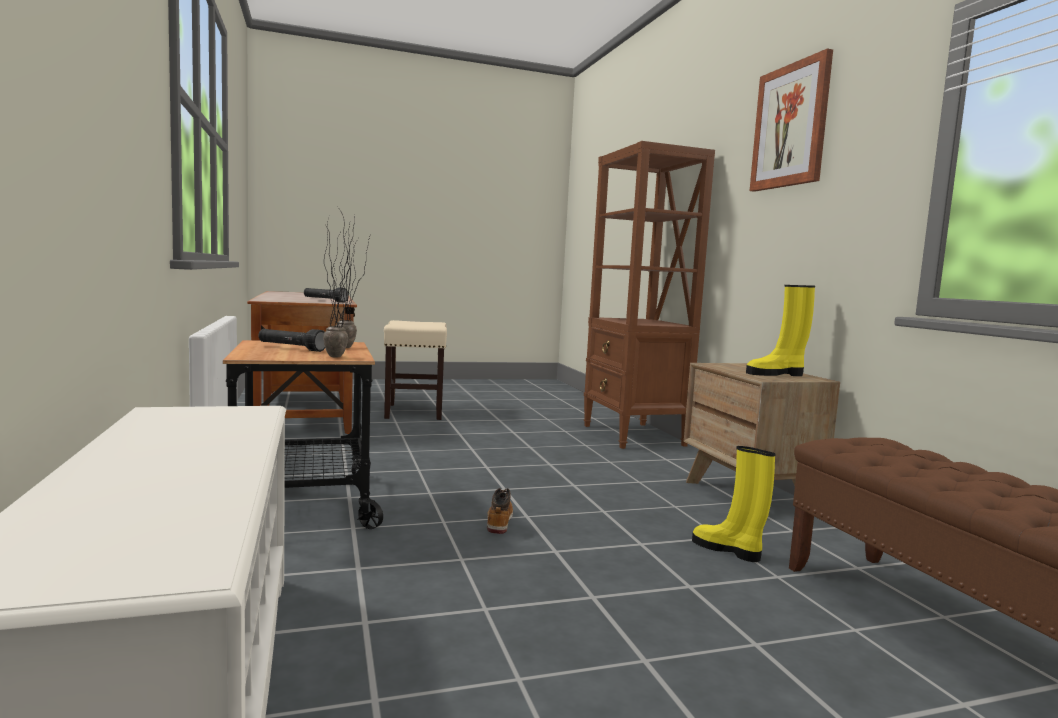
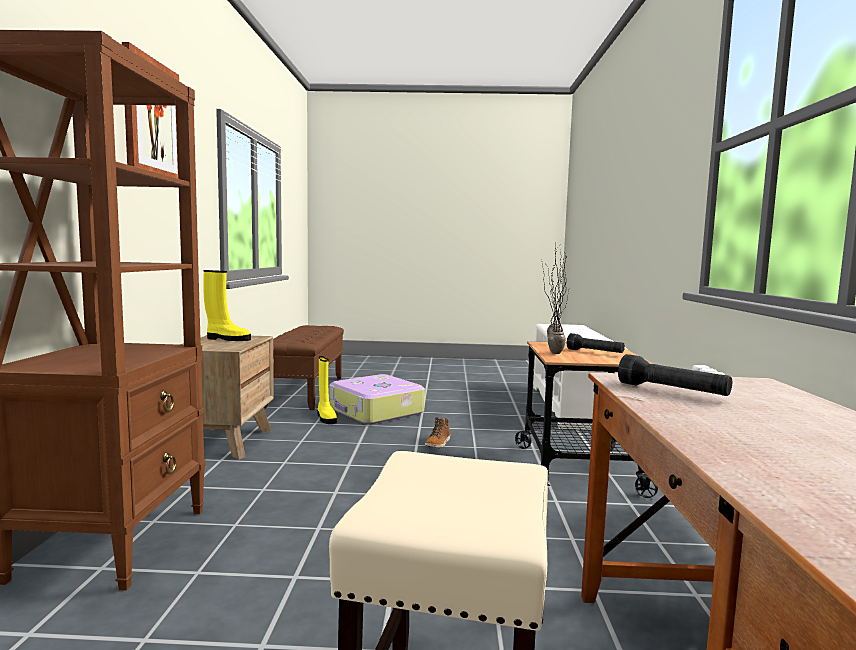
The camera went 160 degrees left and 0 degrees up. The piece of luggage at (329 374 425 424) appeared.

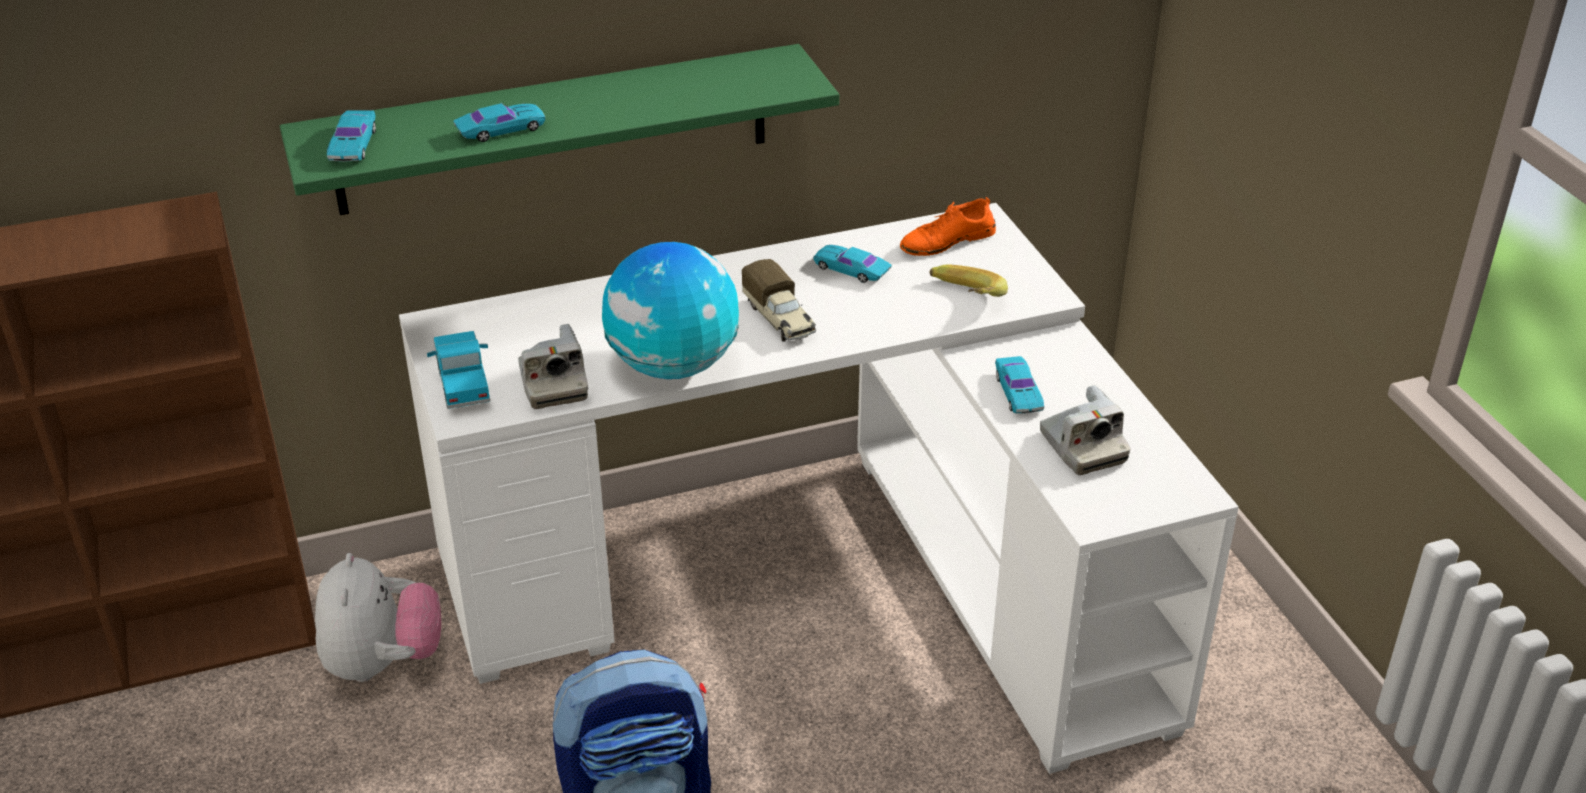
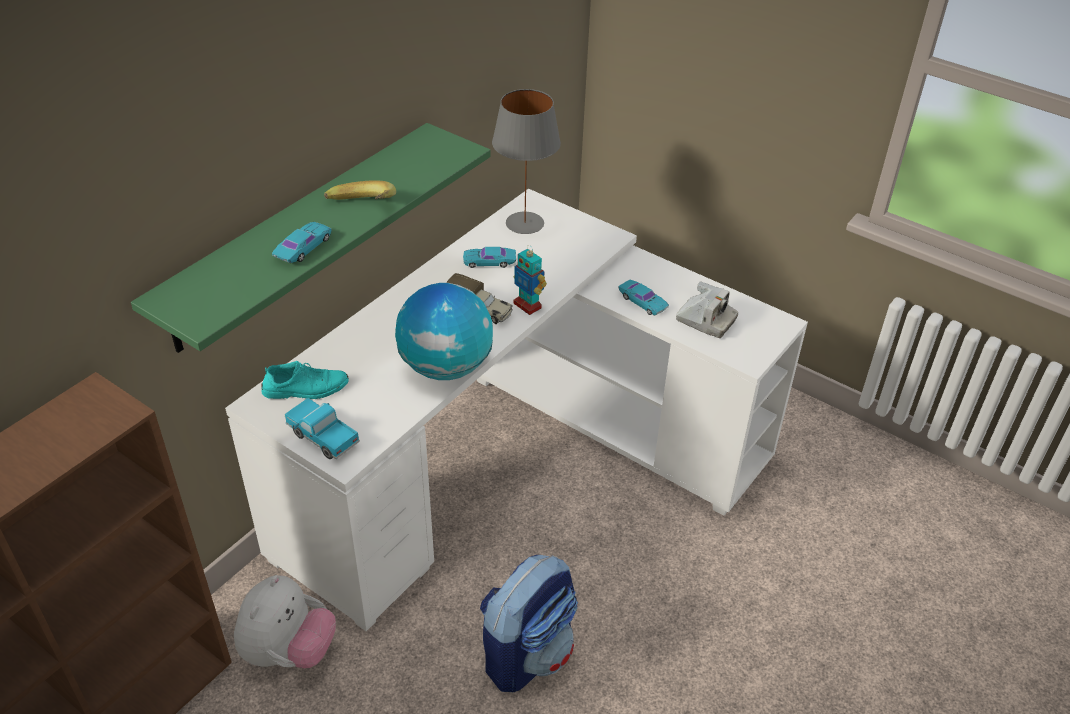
The camera went 35 degrees left and 5 degrees up. The turquoise-coloured toy car at (327 110 376 162) disappeared. The orangey shoe at (900 197 996 256) was replaced by the greyish lamp for a table at (492 89 561 234). The banana fruit moved from (930 265 1008 297) to (324 180 396 200). The photo camera at (518 324 588 409) disappeared. The soft toy at (315 553 441 682) turned 60 degrees clockwise. The robot figure at (513 245 547 315) appeared. The turquoise-coloured shoe at (261 361 349 399) appeared.

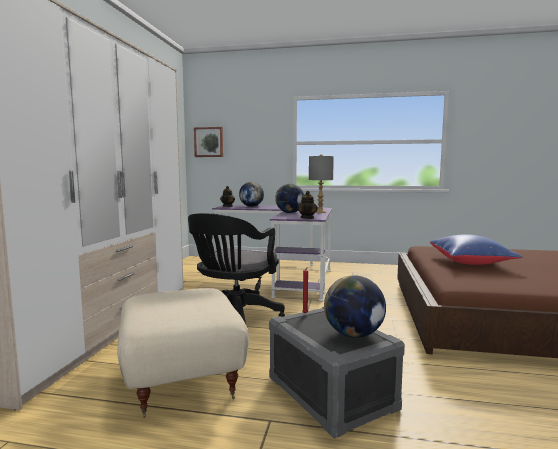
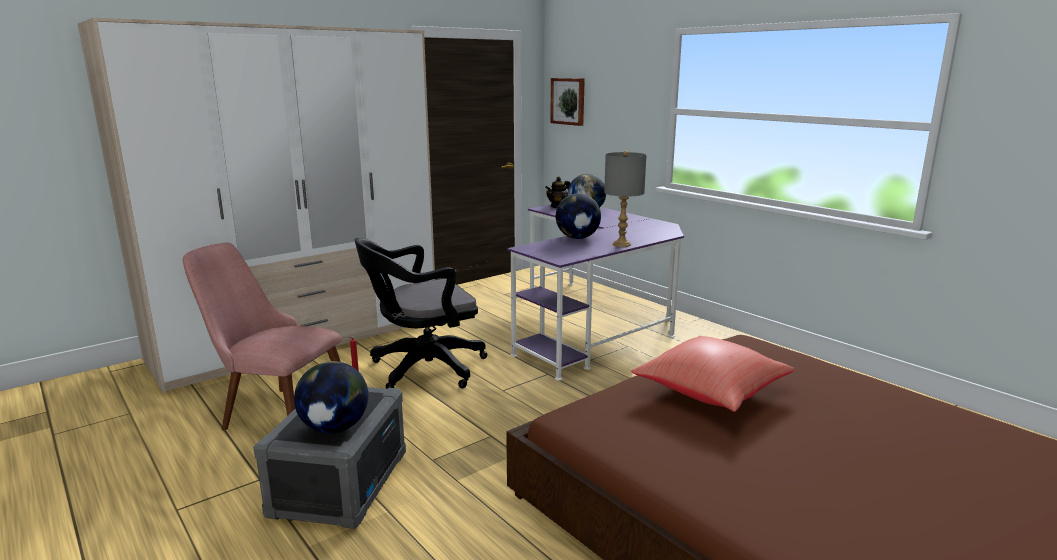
The camera went 40 degrees right and 10 degrees up. The tea pot at (297 191 318 219) disappeared. The bluish throw pillow at (430 234 522 265) became the red-coloured throw pillow at (631 336 795 412). The beige-coloured pouffe at (117 288 249 418) was replaced by the pinkish chair at (183 243 341 430).

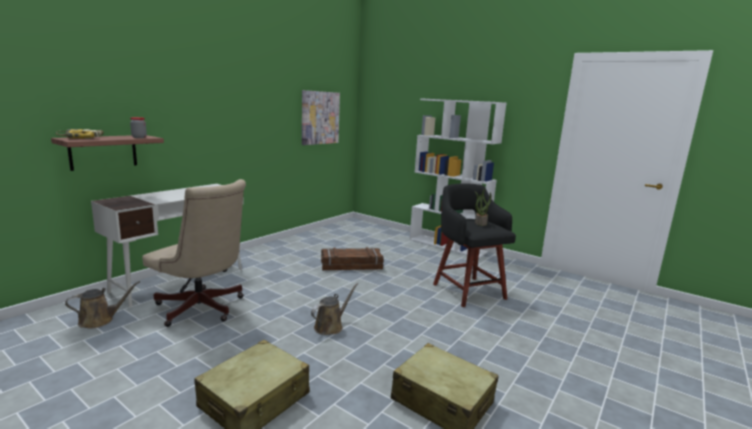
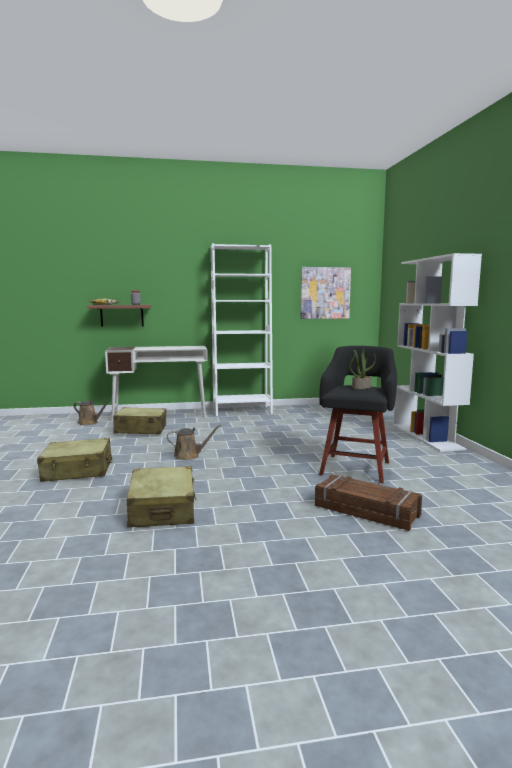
The camera went 45 degrees right and 5 degrees down. The beige-coloured office chair at (142 179 246 327) was replaced by the beige-coloured piece of luggage at (113 407 166 434). The crate moved from (321 247 384 271) to (315 475 422 531). The white bookcase at (210 243 273 416) appeared.

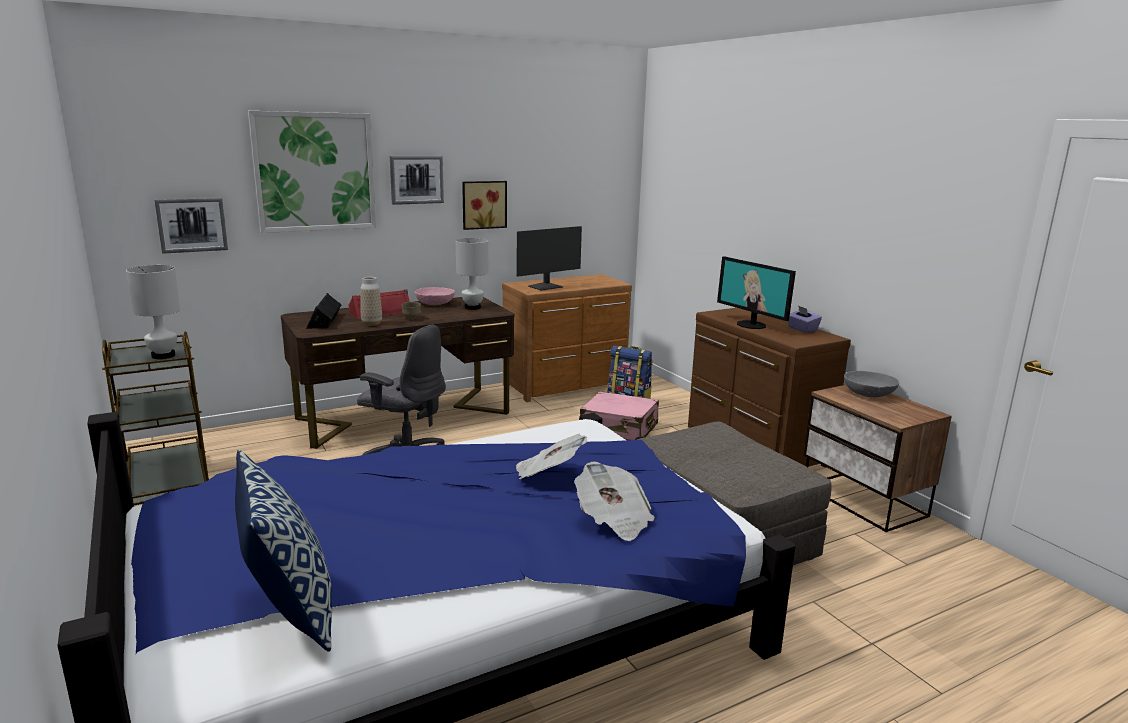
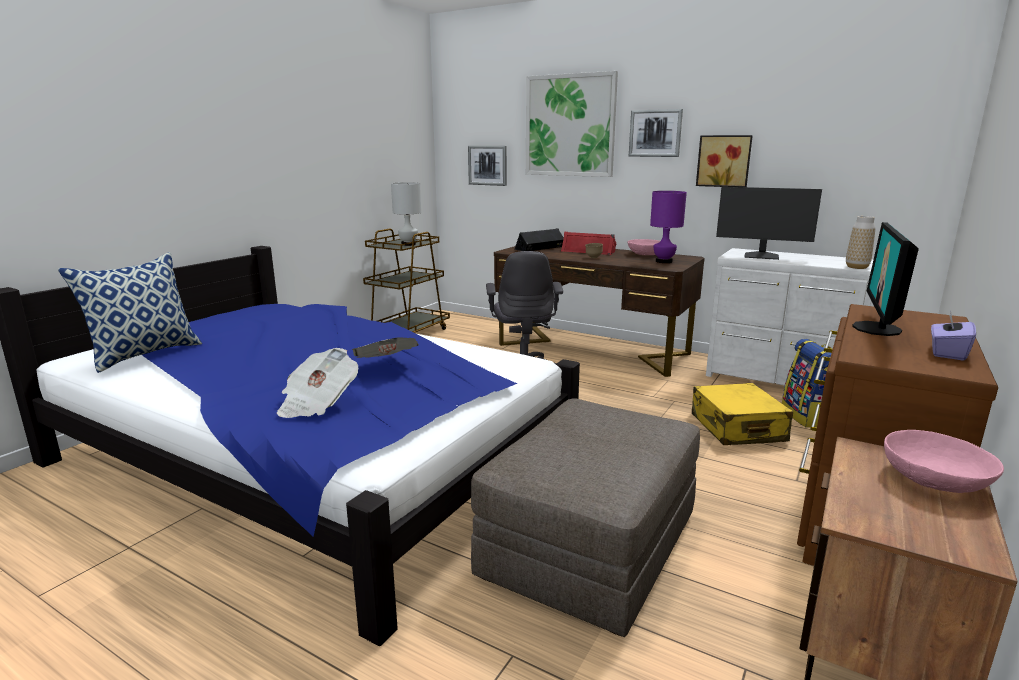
The camera went 60 degrees right and 0 degrees up. The white lamp for a table at (455 238 488 310) became the purple-coloured lamp for a table at (650 191 687 263). The brownish dresser at (502 274 632 402) became the white dresser at (706 248 873 386). The decorative vase moved from (360 277 382 326) to (846 216 875 269). The greyish serving bowl at (844 371 899 397) became the pinkish serving bowl at (884 430 1004 493). The pinkish piece of luggage at (580 392 659 440) became the yellow-coloured piece of luggage at (692 383 793 445).

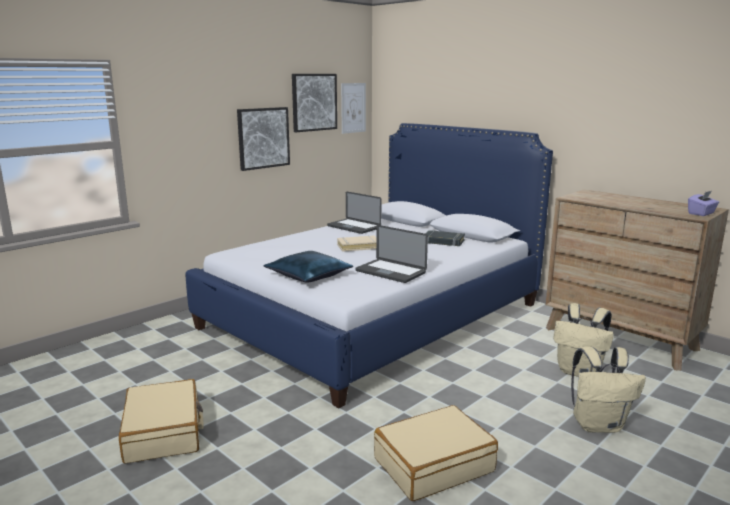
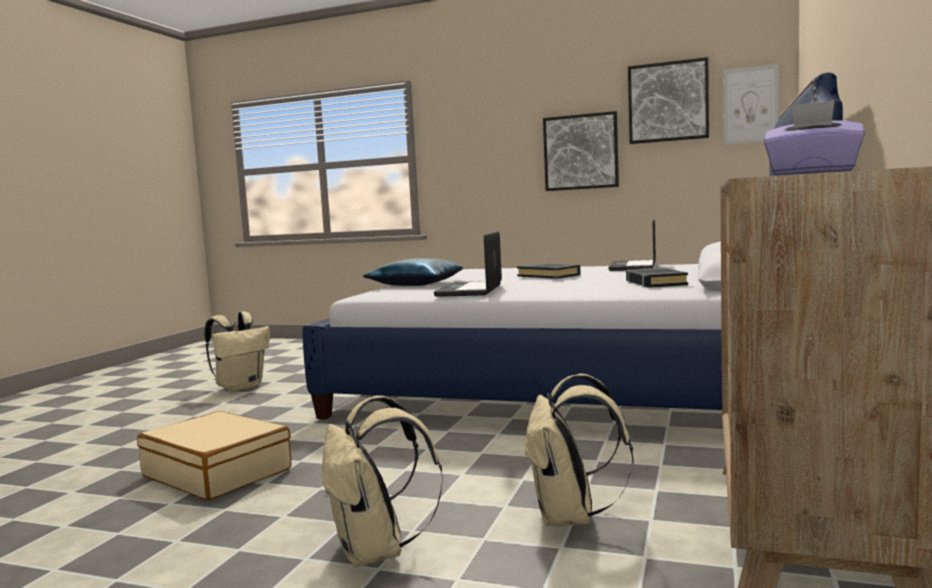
The camera went 65 degrees right and 10 degrees down. The beige-coloured bound book at (337 235 376 252) became the black bound book at (517 263 581 279). The beige-coloured piece of luggage at (119 379 203 464) was replaced by the beige-coloured knapsack at (204 312 270 392).

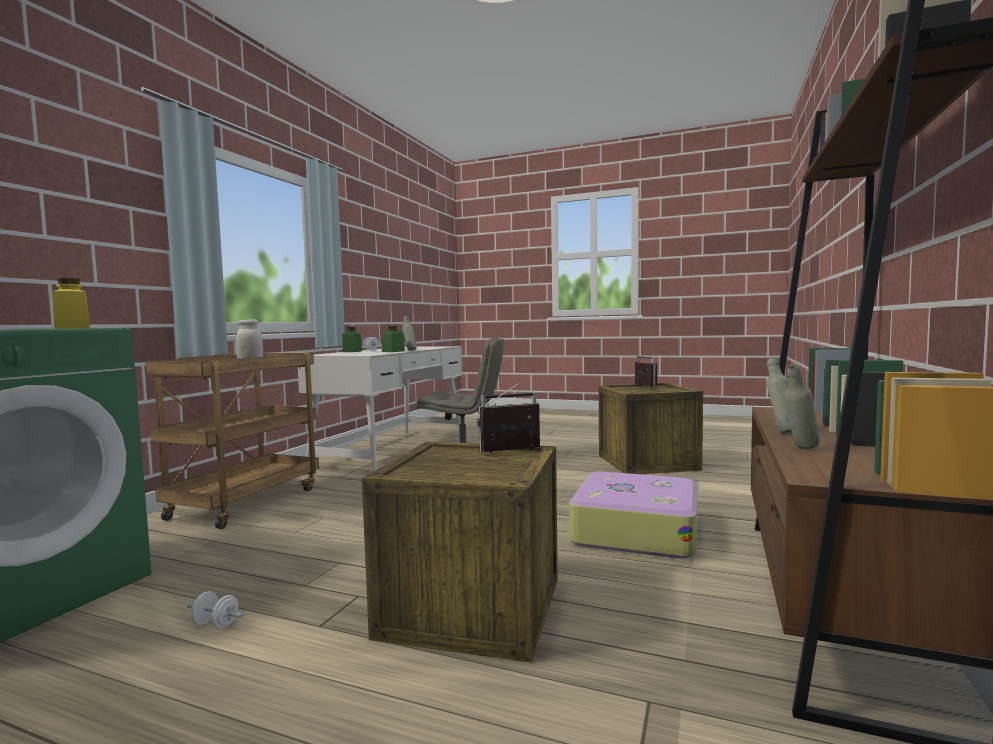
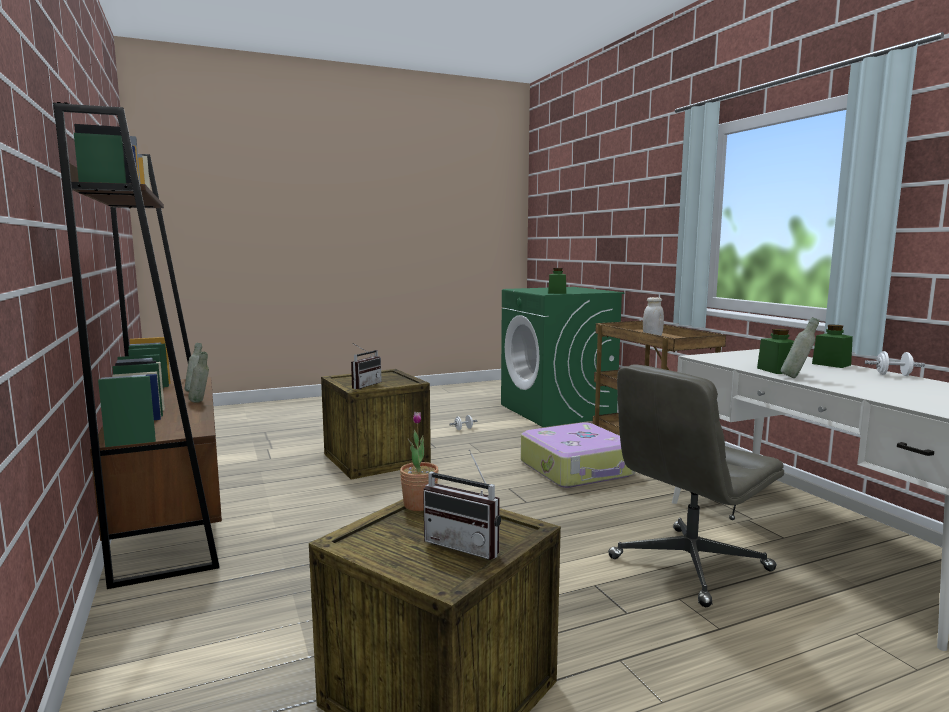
The camera went 135 degrees right and 5 degrees up. The yellow-coloured jar at (52 278 90 329) became the green jar at (548 268 566 294). The piece of luggage moved from (569 471 697 559) to (521 422 636 488). The plant in a pot at (400 412 439 511) appeared.

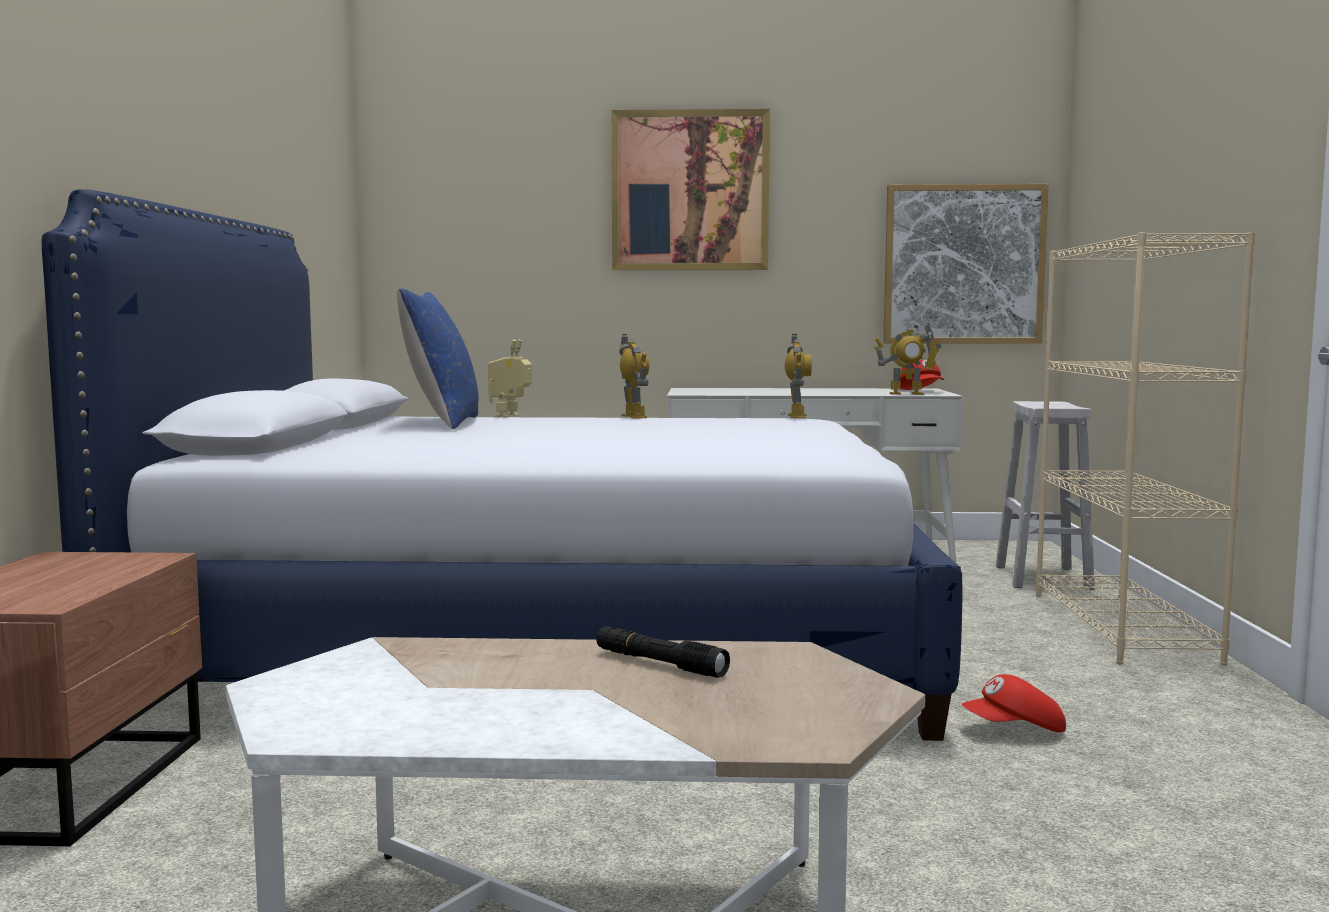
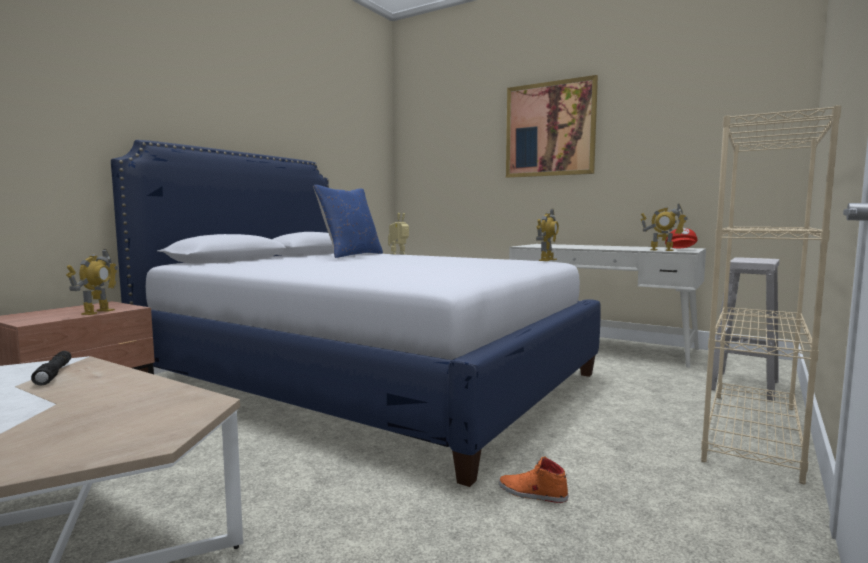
The camera went 30 degrees right and 0 degrees up. The wall art at (883 184 1048 344) disappeared. The robot figure moved from (619 334 649 419) to (66 249 118 315). The black flashlight moved from (596 626 730 678) to (31 351 71 386). The red-coloured peaked cap at (962 674 1066 732) was replaced by the orangey shoe at (499 456 569 503).

